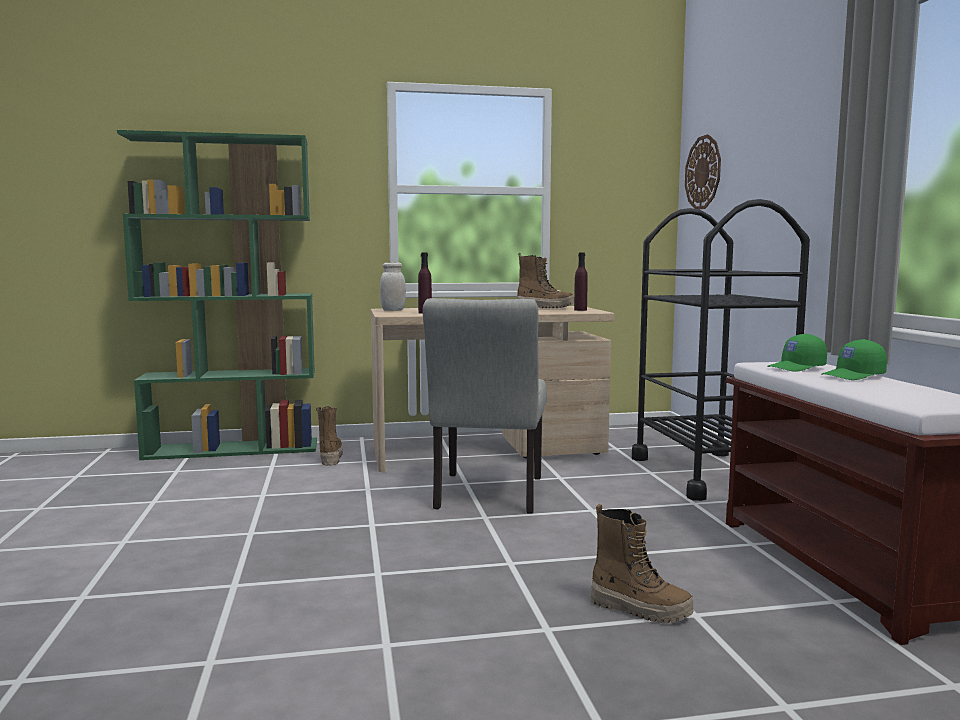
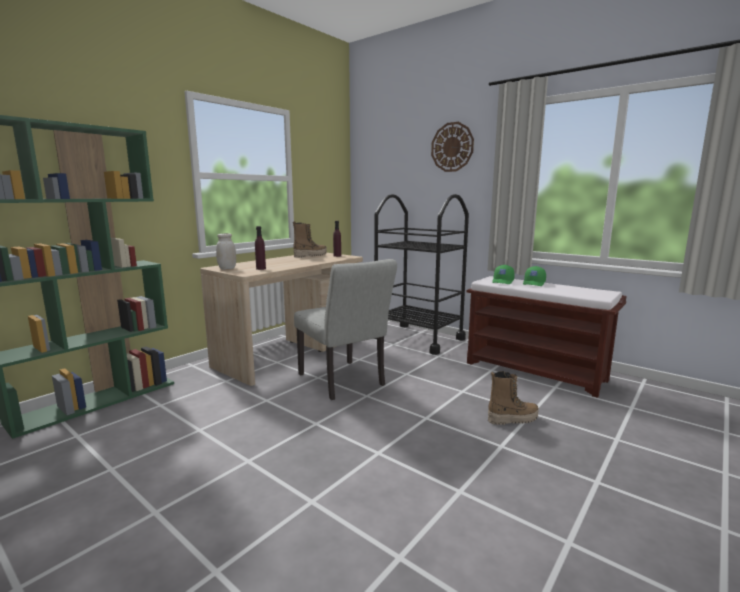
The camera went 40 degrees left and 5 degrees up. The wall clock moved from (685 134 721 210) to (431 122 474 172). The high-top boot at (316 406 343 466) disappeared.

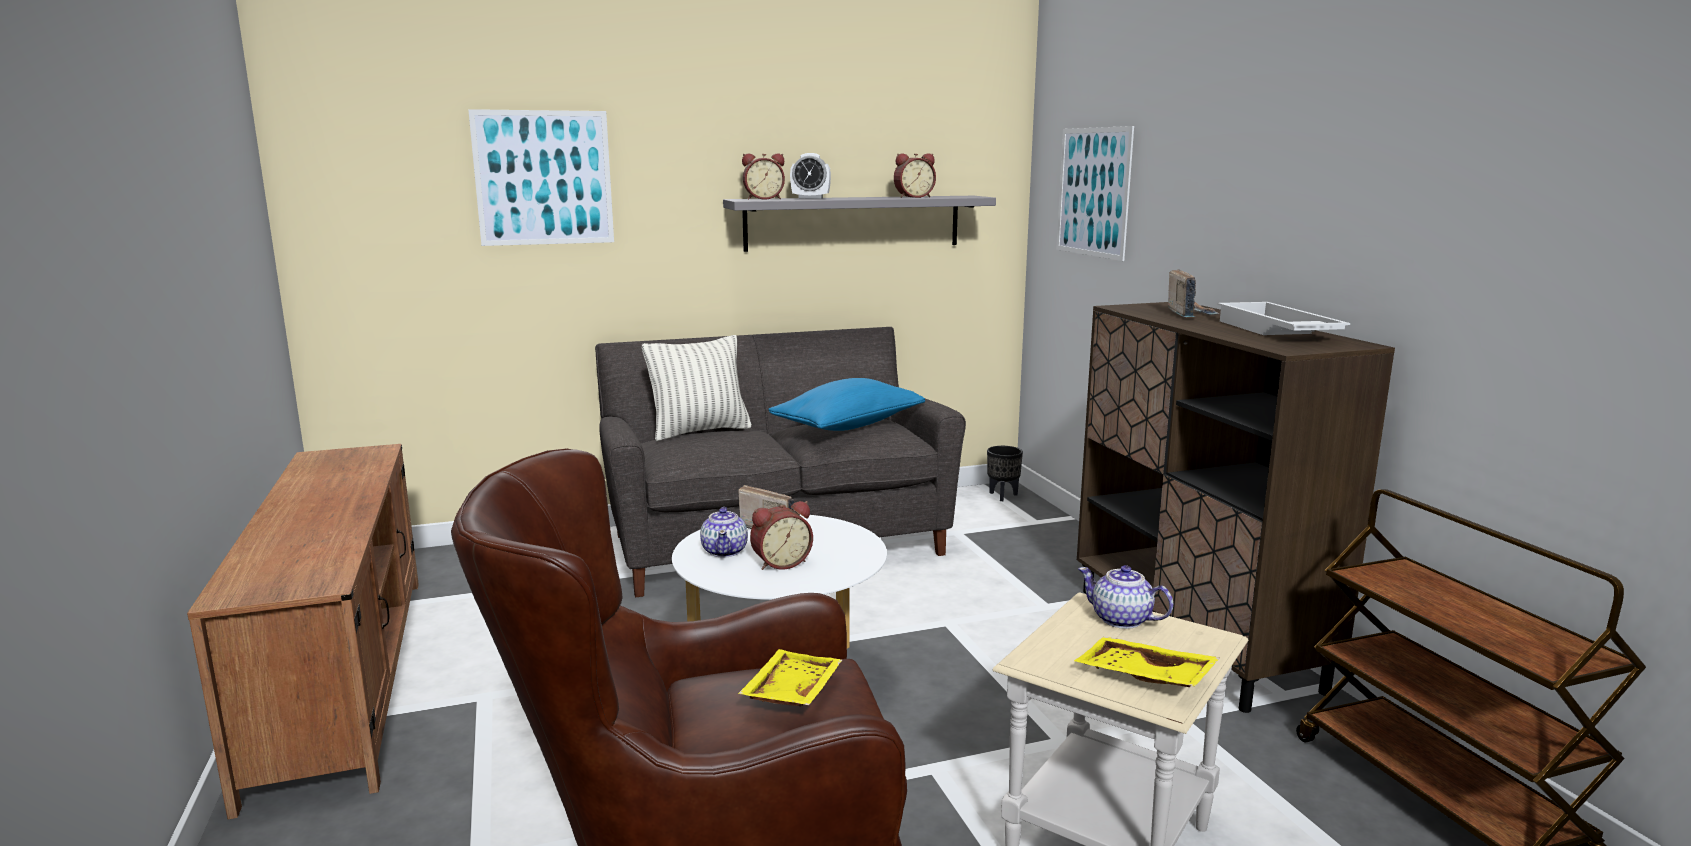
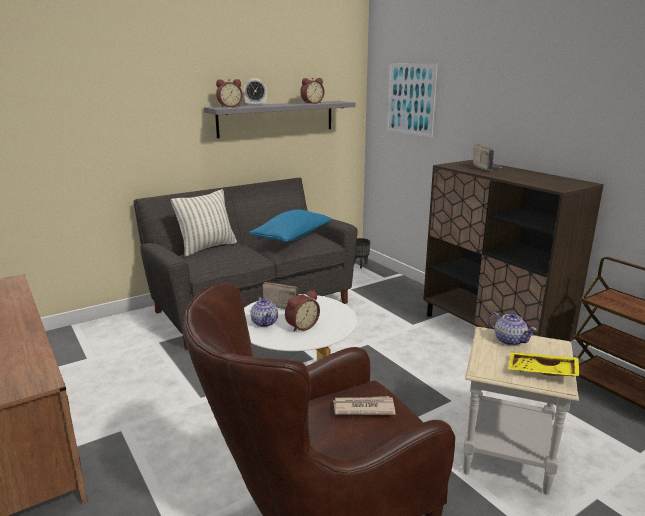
The camera went 15 degrees left and 5 degrees up. The wall art at (468 109 614 246) disappeared. The white tray at (1217 302 1350 335) disappeared. The tea pot at (1078 565 1173 629) turned 150 degrees counterclockwise. The yellow-coloured tray at (738 649 842 706) was replaced by the daily paper at (333 396 396 415).

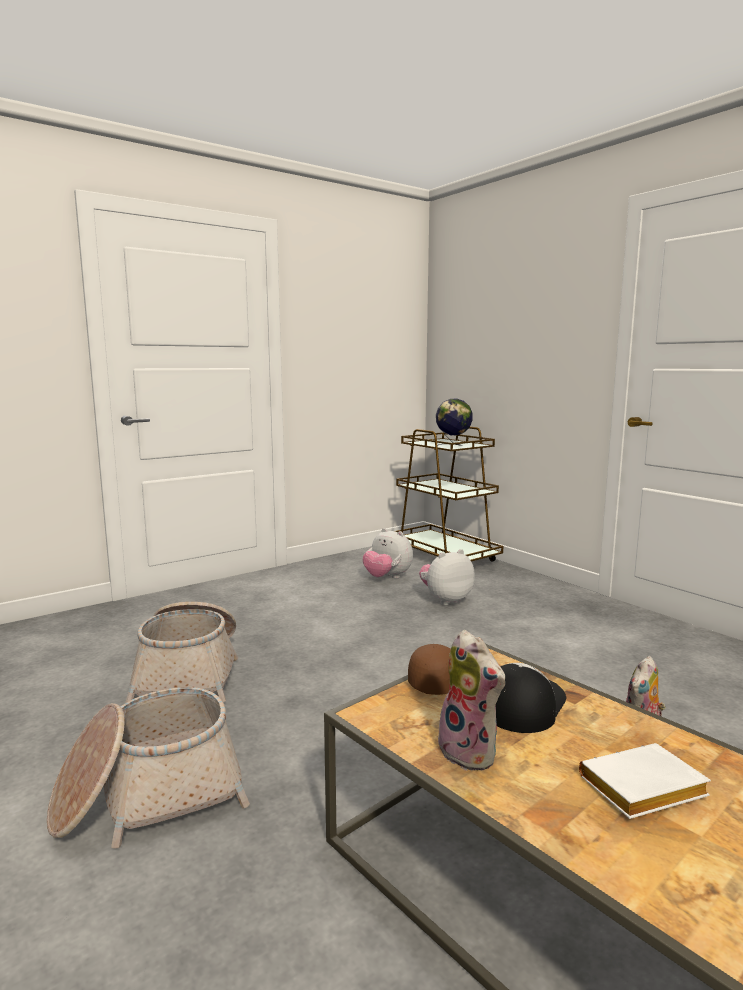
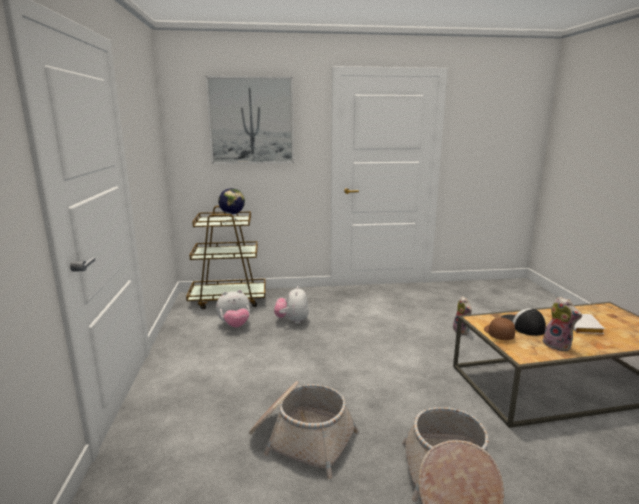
The camera went 60 degrees left and 5 degrees up. The soft toy at (437 630 505 771) turned 60 degrees clockwise. The wall art at (206 76 294 164) appeared.

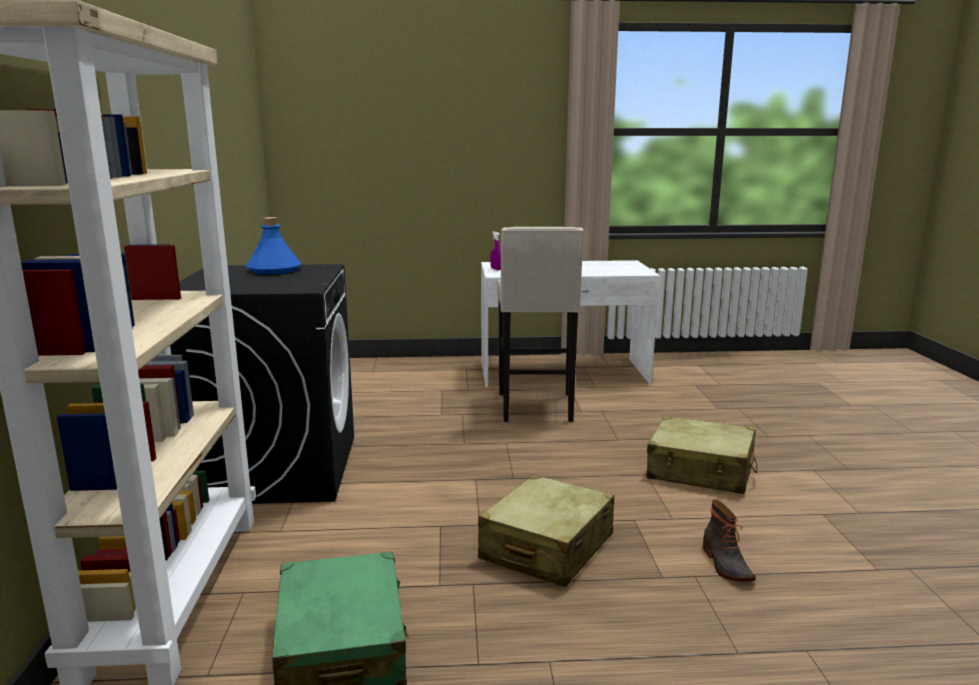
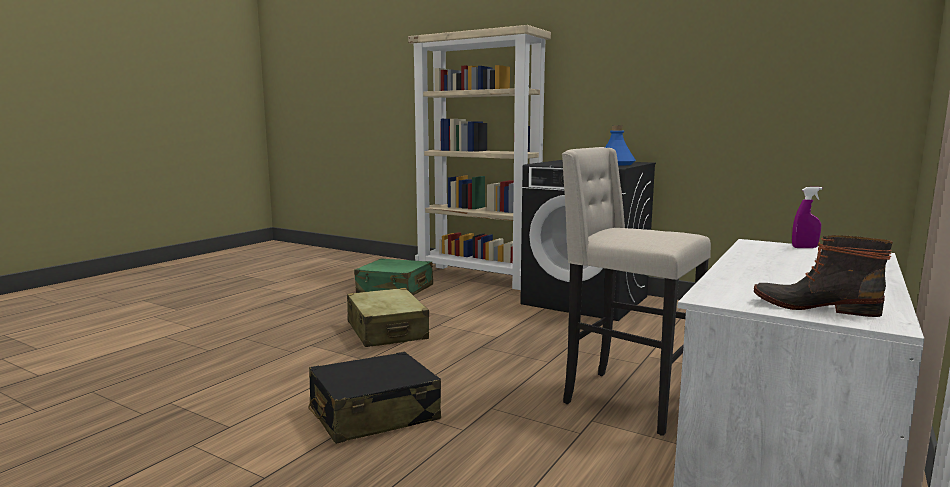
The camera went 125 degrees right and 5 degrees down. The beige-coloured piece of luggage at (647 416 757 494) became the black piece of luggage at (309 352 441 444). The high-top boot moved from (703 500 756 582) to (754 235 893 317).

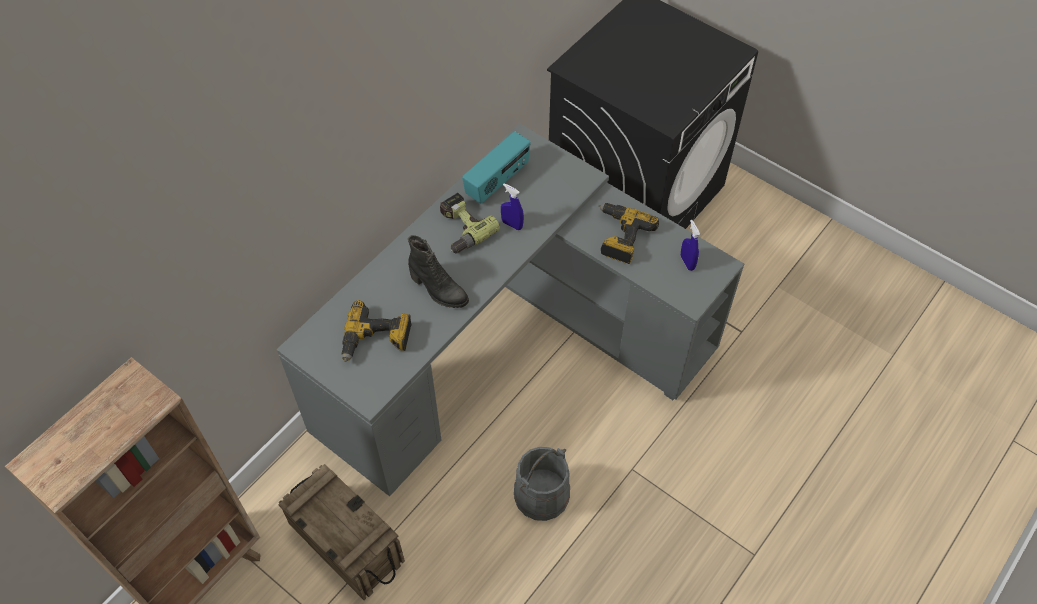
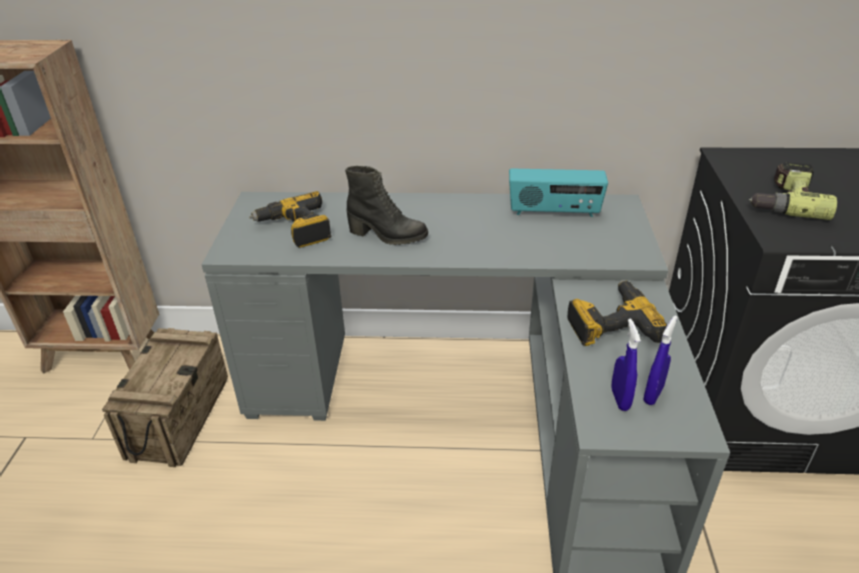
The camera went 55 degrees right and 20 degrees down. The bluish spray bottle moved from (501 183 524 230) to (611 318 641 411). The drill moved from (440 193 500 254) to (749 162 837 220). The black high-top boot at (408 235 469 308) turned 75 degrees counterclockwise. The greyish water bucket at (514 447 570 521) disappeared.

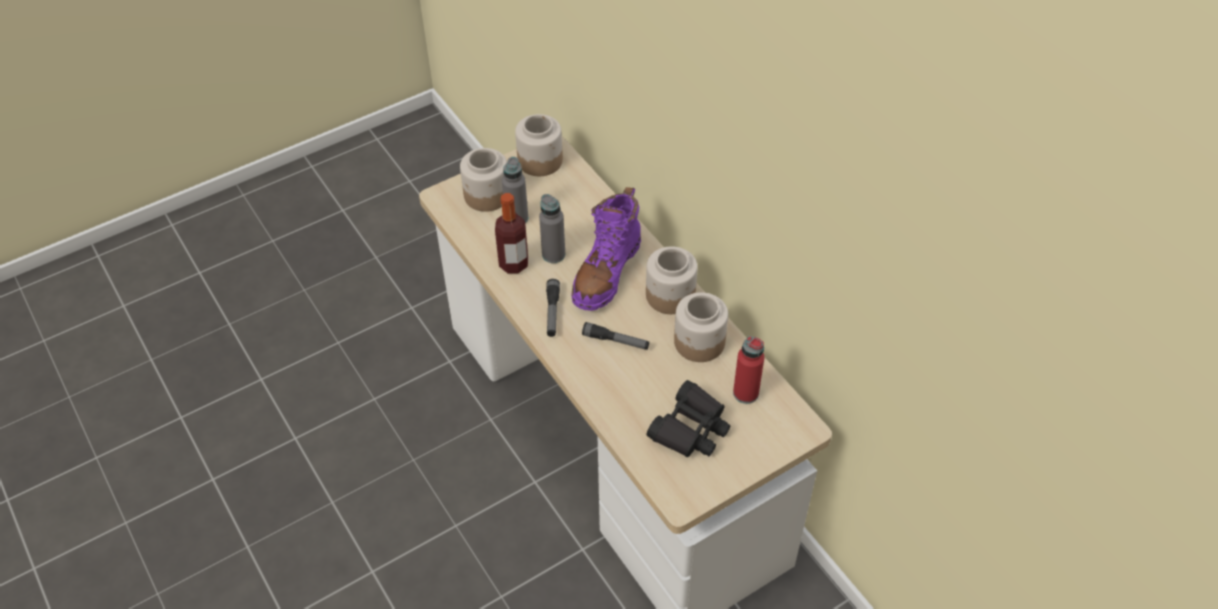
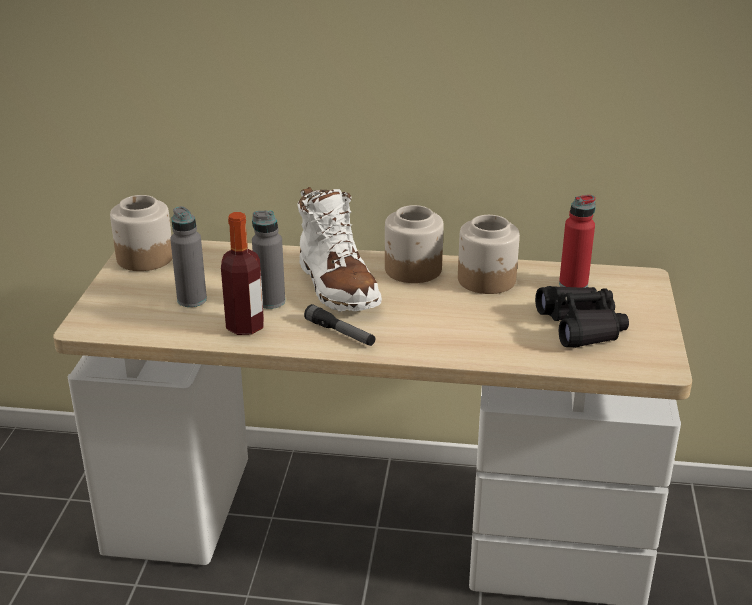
The camera went 50 degrees left and 20 degrees down. The jar at (460 148 507 212) disappeared. The purple-coloured high-top boot at (571 187 641 311) became the white high-top boot at (297 187 382 312). The flashlight at (582 322 649 350) disappeared.

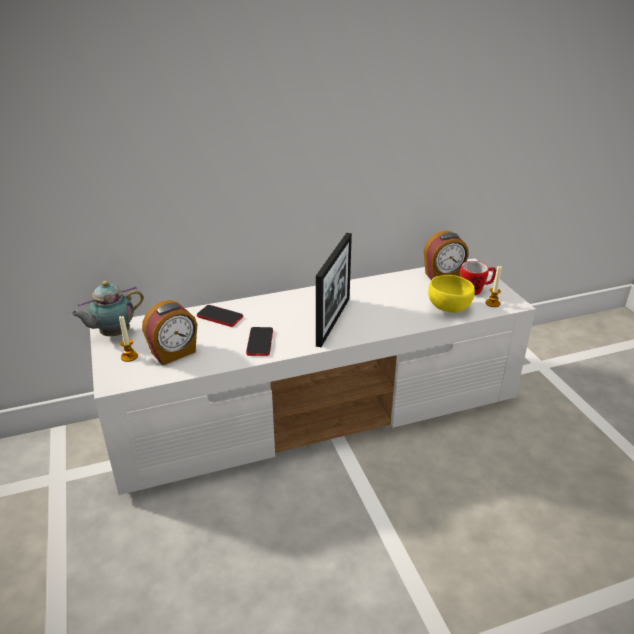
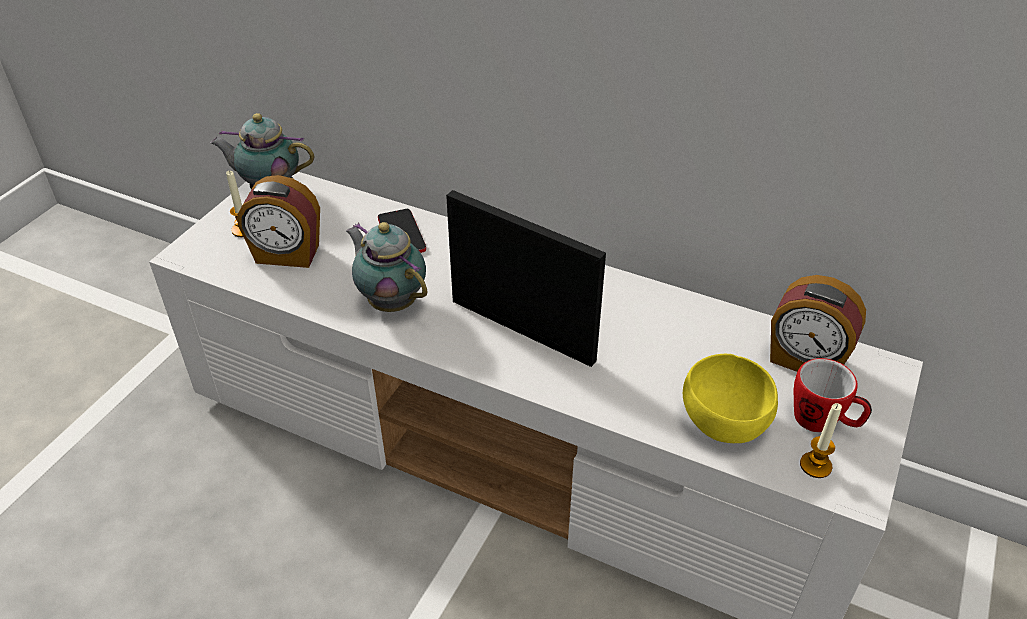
The camera went 45 degrees right and 10 degrees up. The photo frame at (316 233 352 347) turned 120 degrees counterclockwise. The handset at (246 327 273 356) was replaced by the tea pot at (346 222 427 312).

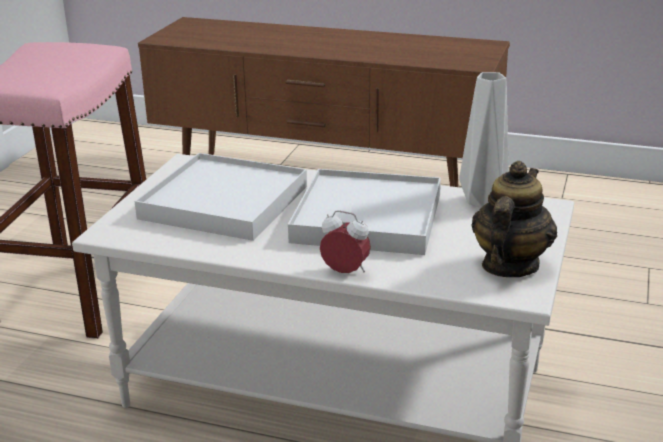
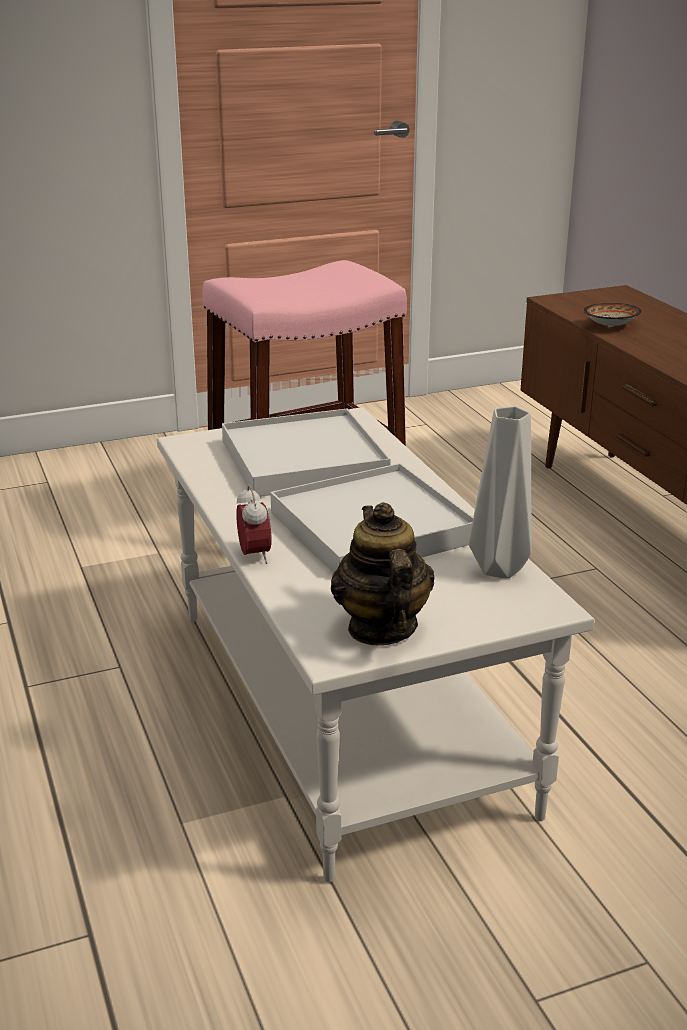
The camera went 50 degrees right and 0 degrees up. The tea pot at (471 161 557 277) turned 90 degrees counterclockwise. The serving bowl at (584 303 642 327) appeared.

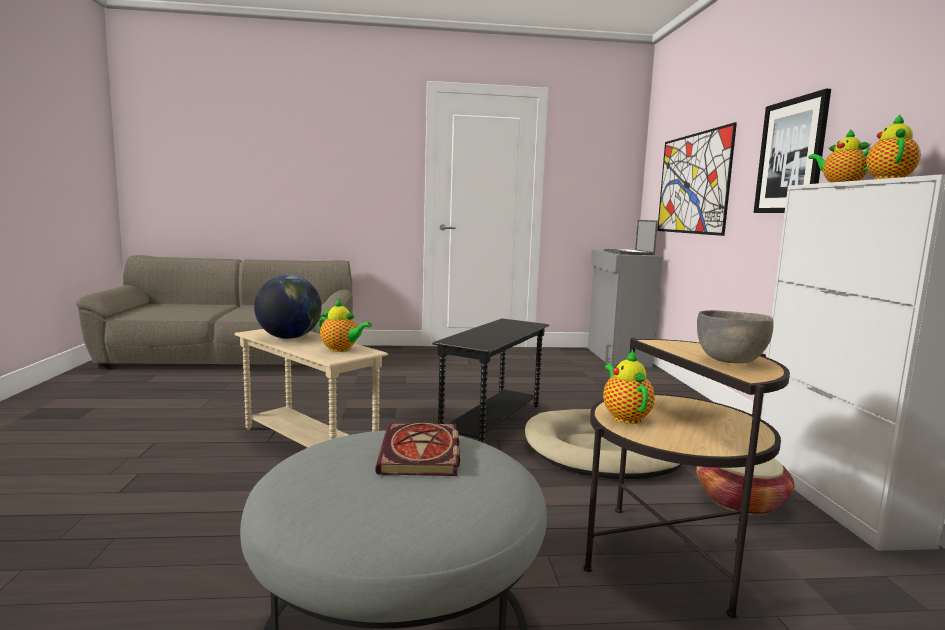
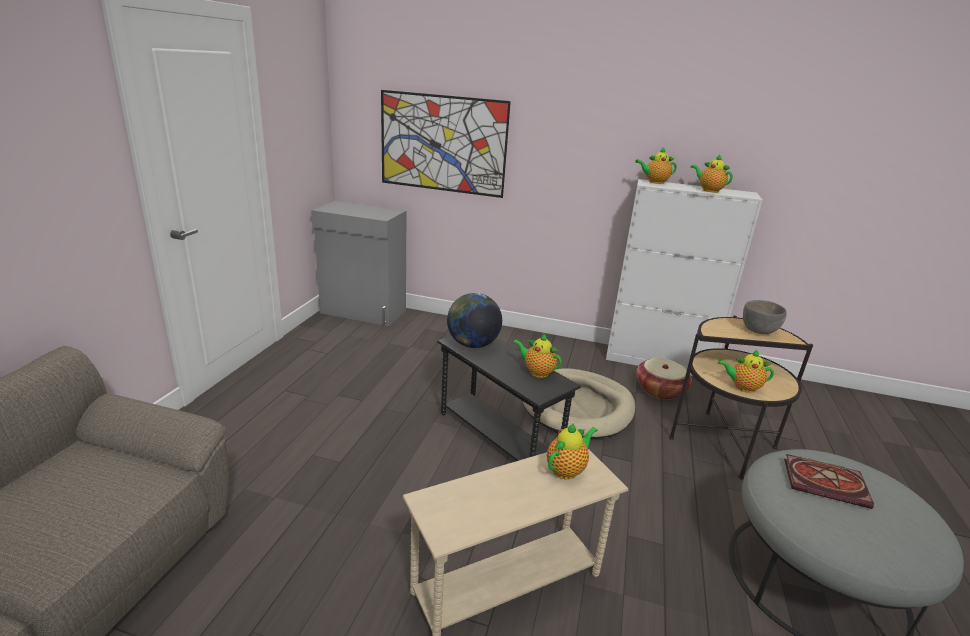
The camera went 70 degrees left and 15 degrees up. The wall art at (754 89 831 213) disappeared. The portable computer at (604 220 658 255) disappeared. The world globe moved from (254 275 322 339) to (447 293 502 348). The tea pot at (513 333 562 378) appeared.

